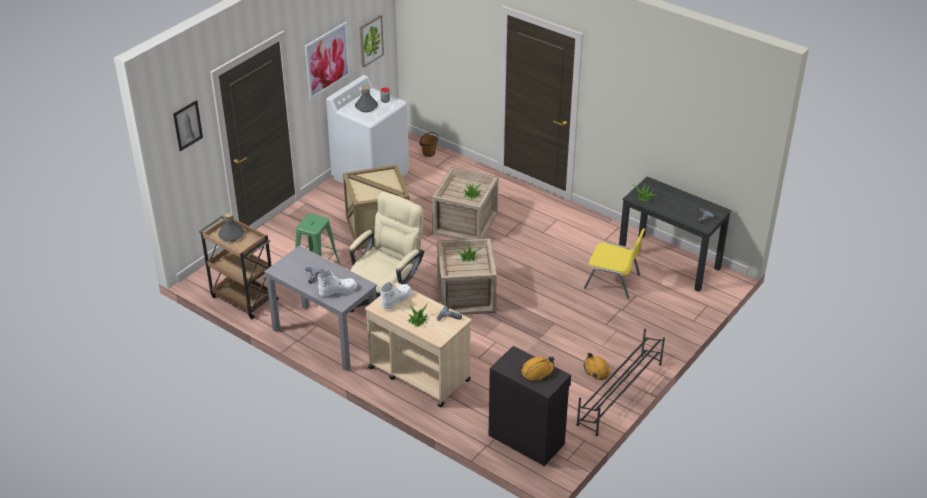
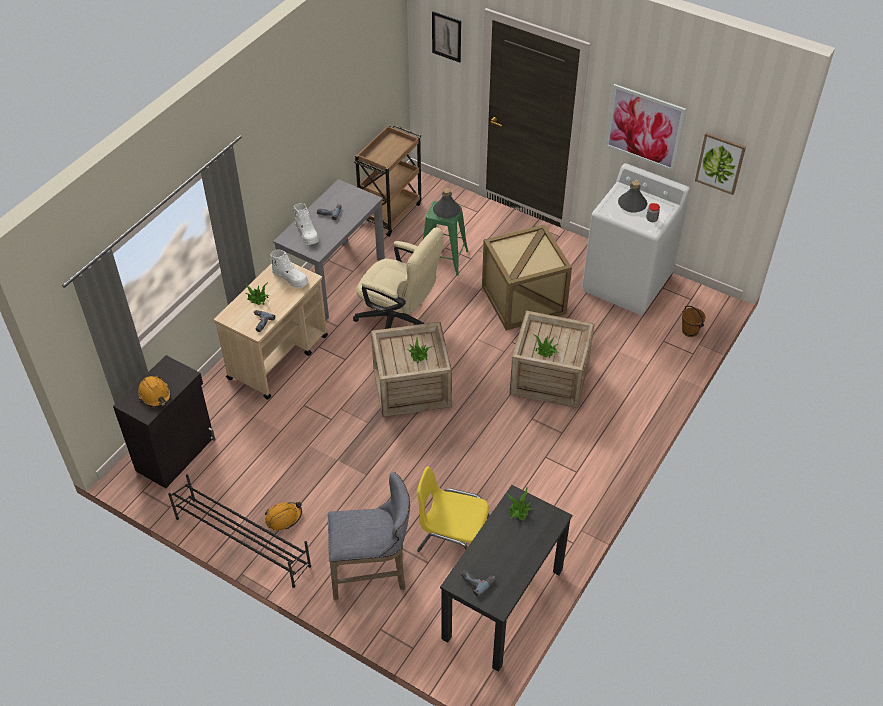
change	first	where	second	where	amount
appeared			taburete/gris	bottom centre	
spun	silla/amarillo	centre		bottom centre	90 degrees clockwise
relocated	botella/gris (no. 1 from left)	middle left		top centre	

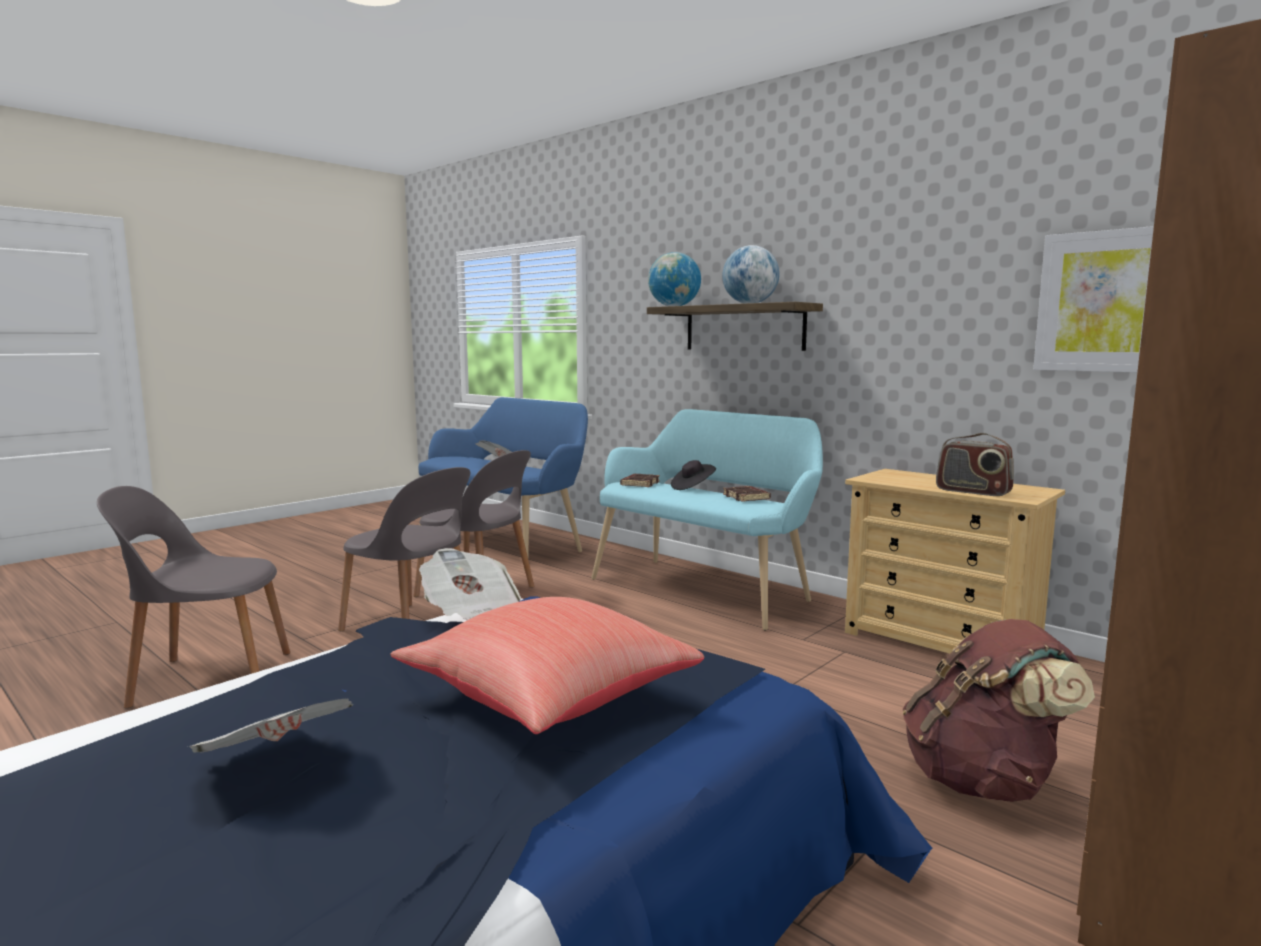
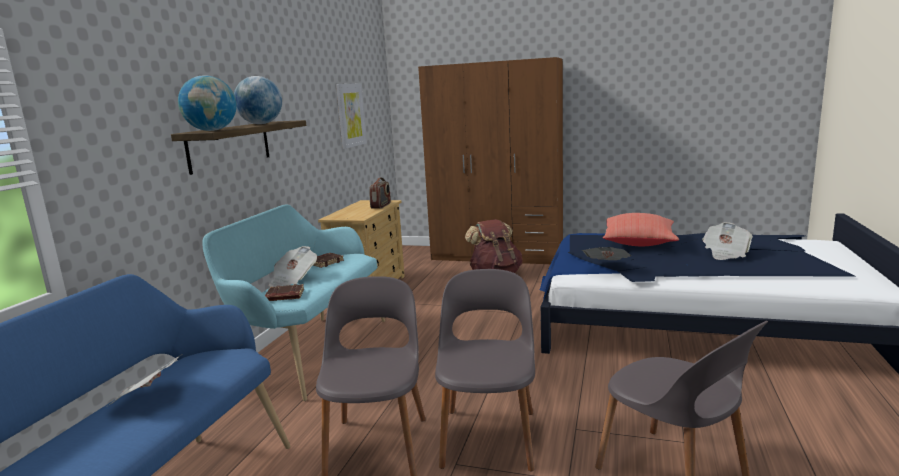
change	first	where	second	where	amount
exchanged	sombrero/negro	centre	periódico (no. 2 from left)	middle left	

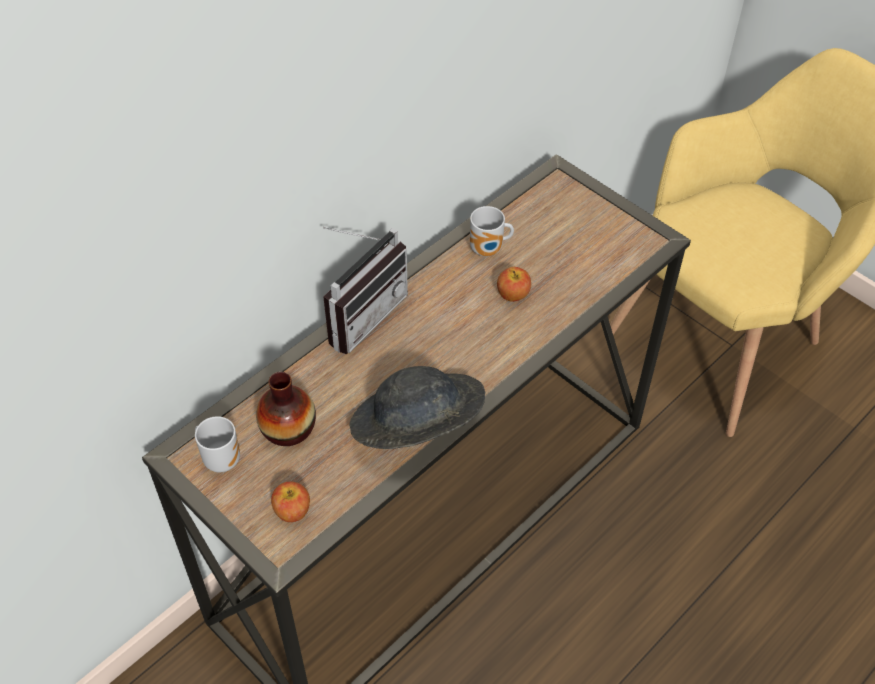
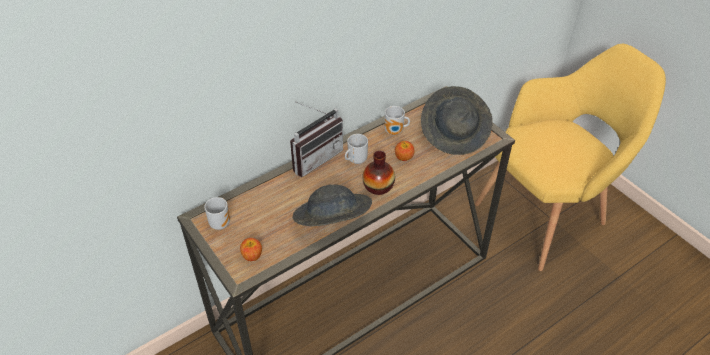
change	first	where	second	where	amount
appeared			taza grande (no. 2 from left)	centre	
relocated	florero	middle left		centre	
appeared			sombrero/gris (no. 2 from left)	centre	

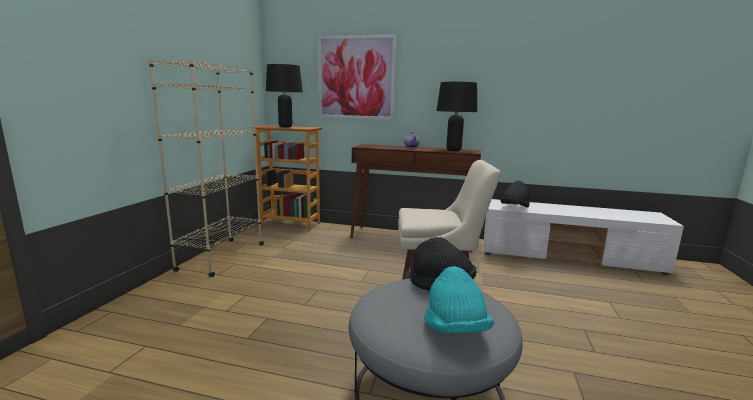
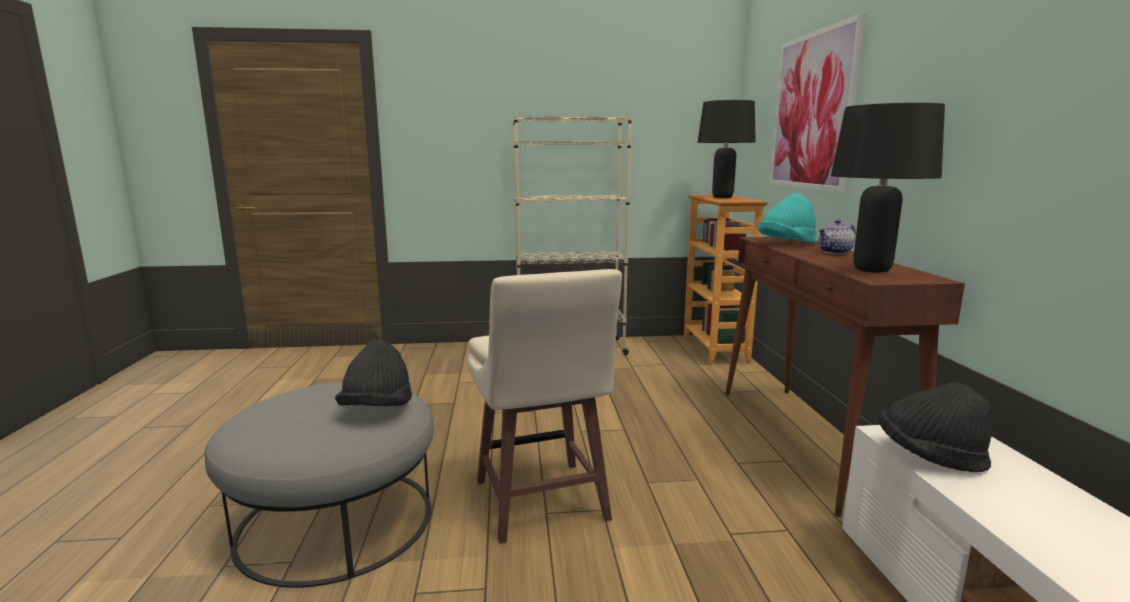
change	first	where	second	where	amount
relocated	sombrero/turquesa	bottom centre		middle right	

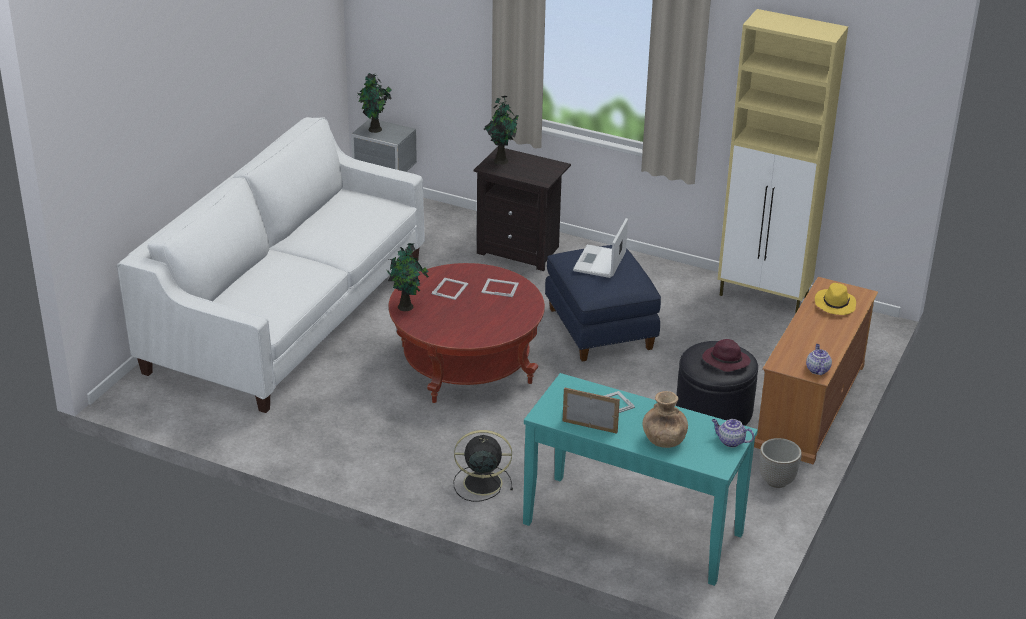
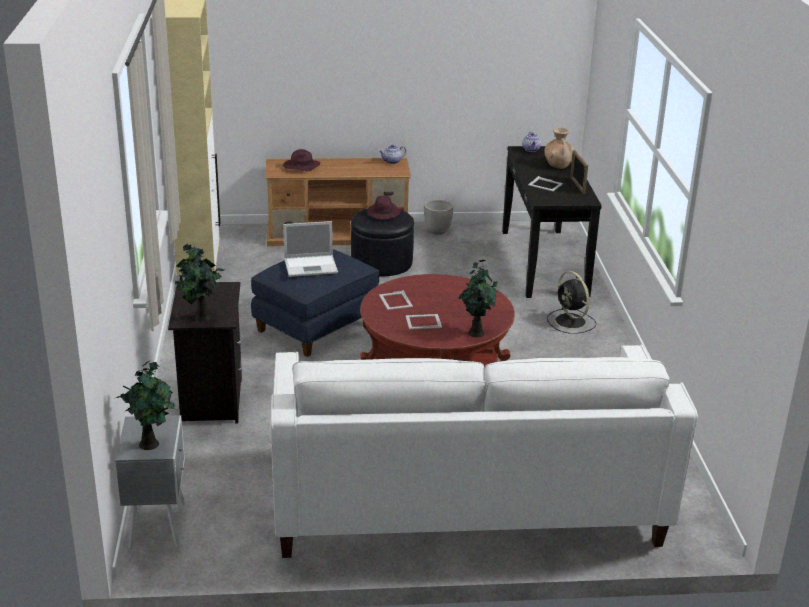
change	first	where	second	where	amount
colour	sombrero/amarillo	middle right	sombrero/morado (no. 1 from left)	top centre	
colour	mesa consola/turquesa	bottom centre	mesa consola/negro	middle right	

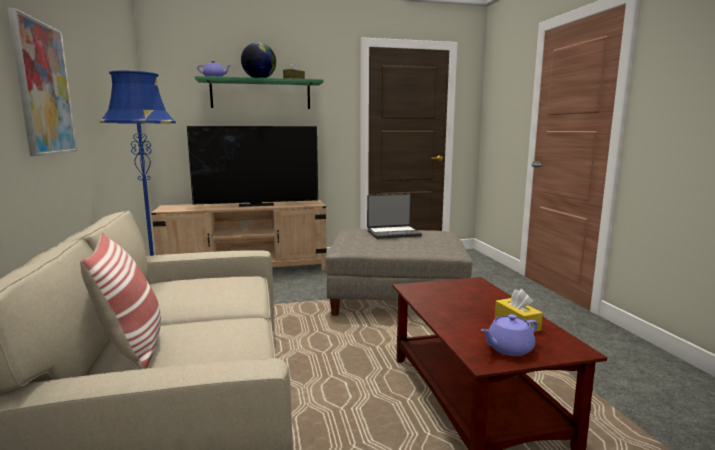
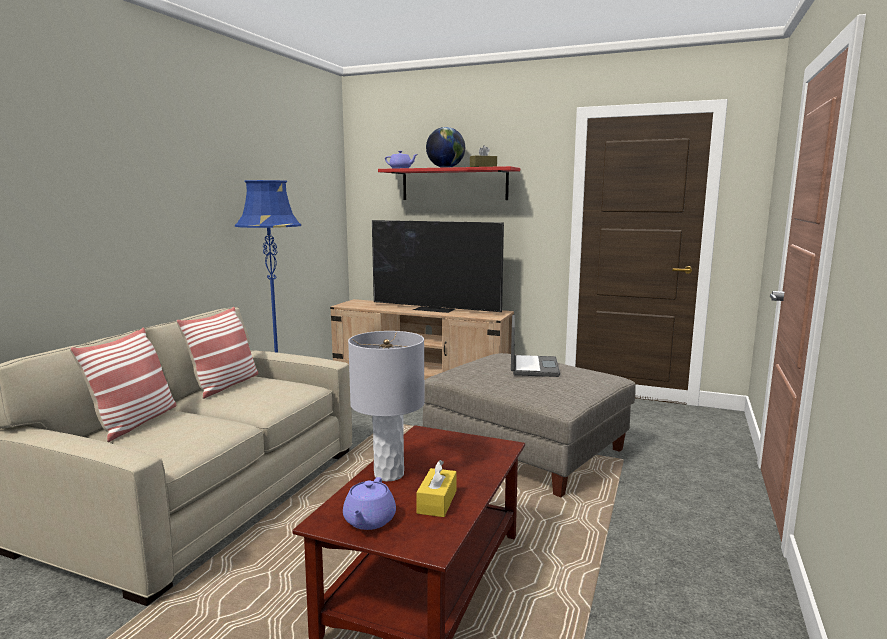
change	first	where	second	where	amount
appeared			cojín (no. 2 from left)	middle left	
spun	tetera/morado (no. 2 from left in the first image)	bottom right	tetera/morado (no. 1 from left)	bottom centre	90 degrees counterclockwise
appeared			lámpara de mesa/gris	centre	
colour	estante/verde	top centre	estante/rojo	top centre	
spun	portátil	centre		centre	105 degrees counterclockwise
missing	cuadro	top left			

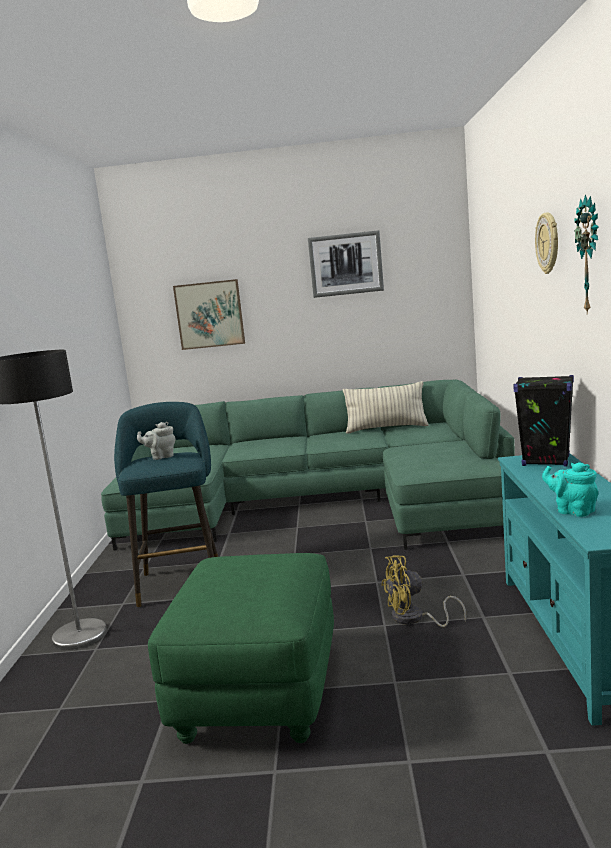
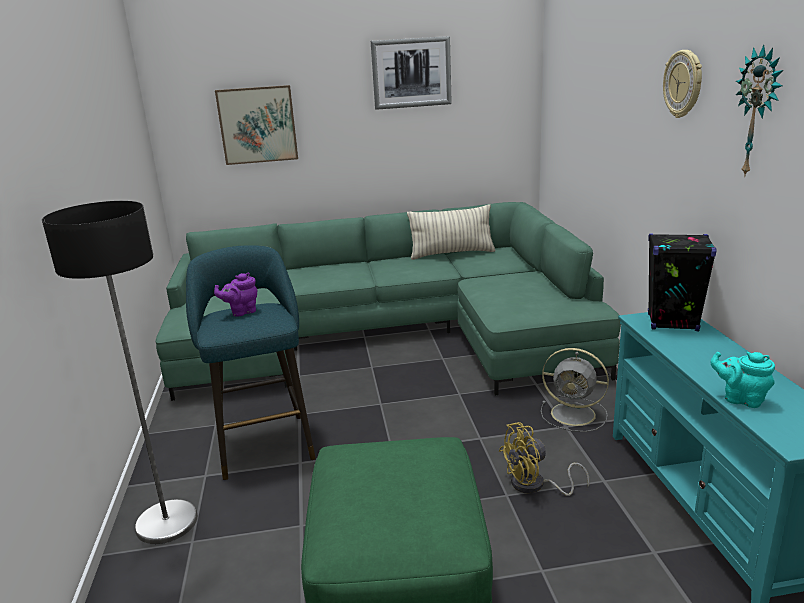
change	first	where	second	where	amount
colour	tetera/gris	middle left	tetera/morado	middle left	
appeared			ventilador/gris	middle right	

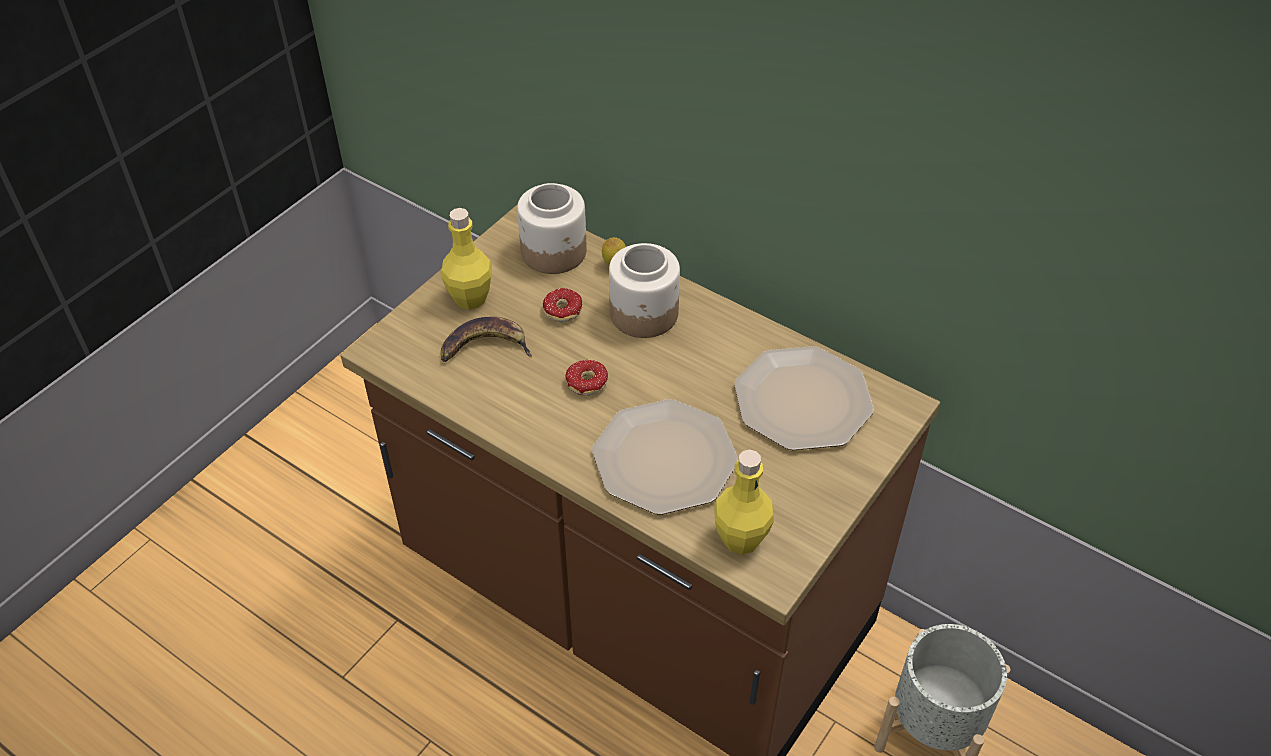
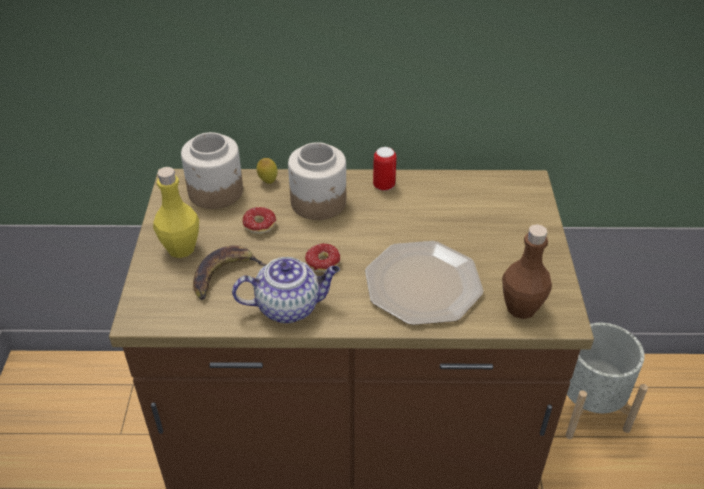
change	first	where	second	where	amount
appeared			tetera	centre	
appeared			lata	centre	
colour	botella/amarillo (no. 2 from left)	centre	botella/marrón	middle right	
missing	plato (no. 2 from left)	centre			

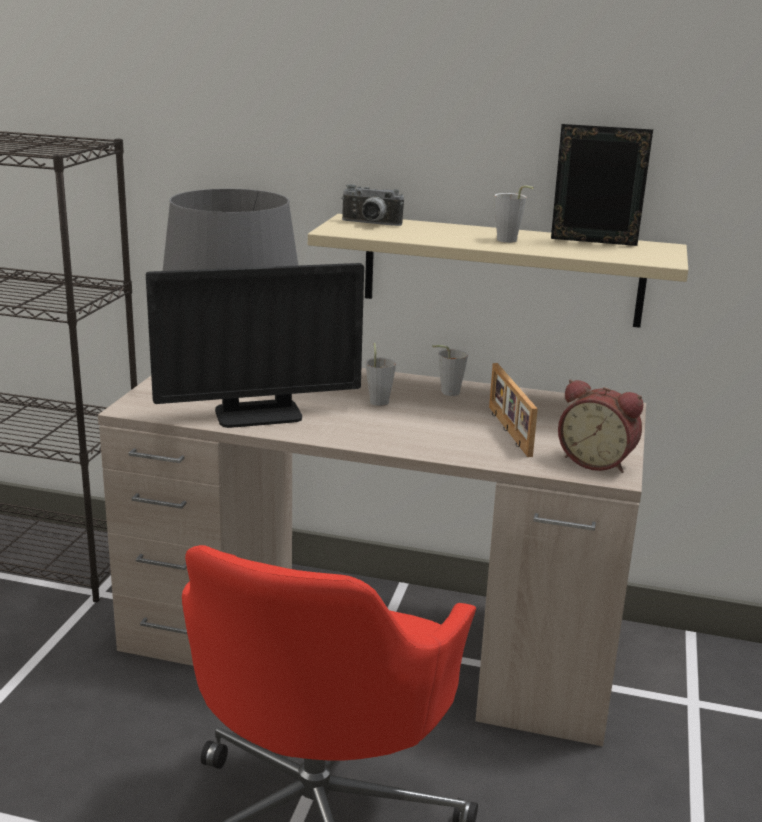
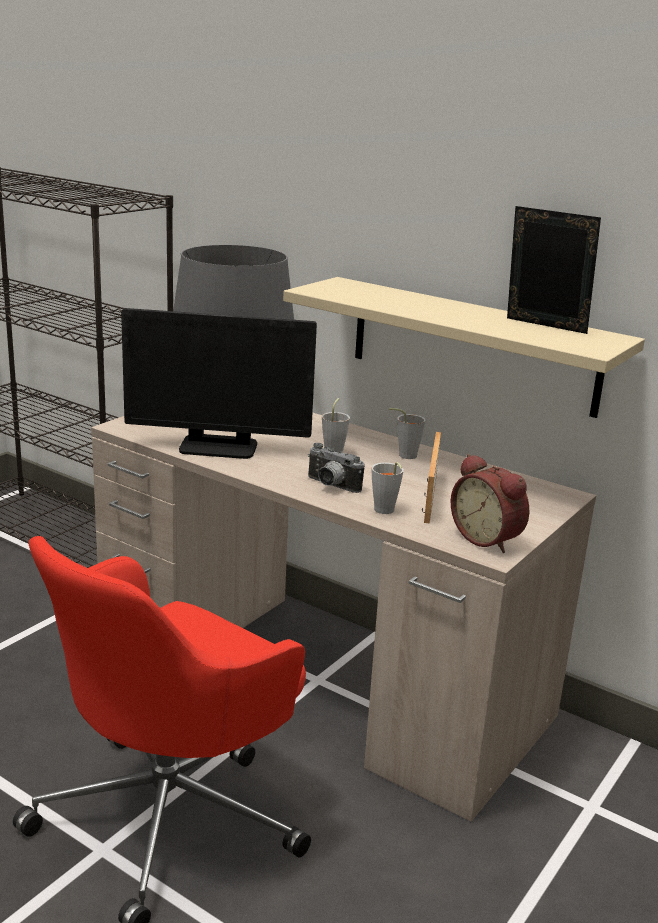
change	first	where	second	where	amount
relocated	cámara	top centre		centre	
relocated	taza/gris (no. 3 from left in the first image)	top right	taza/gris (no. 2 from left)	centre	

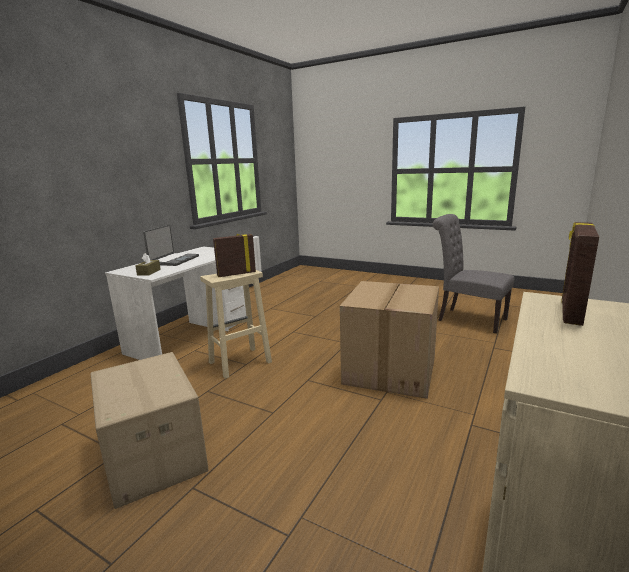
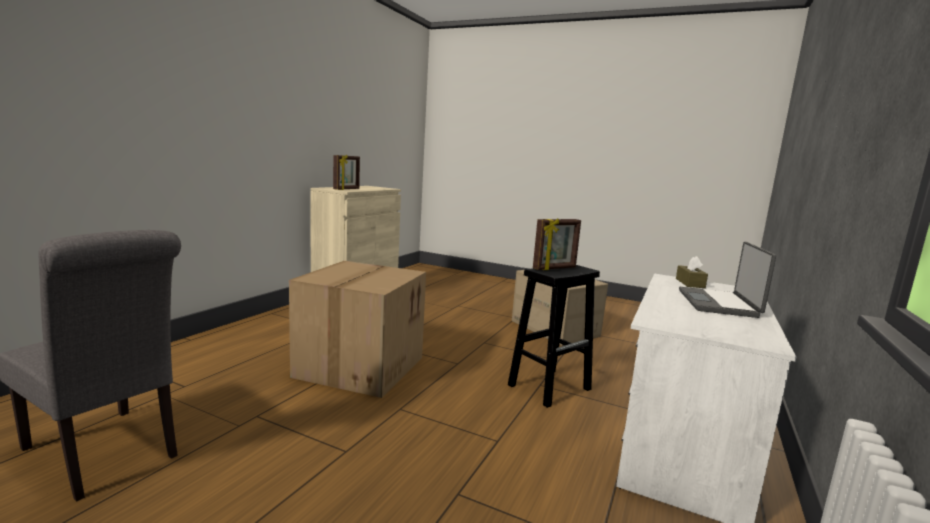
change	first	where	second	where	amount
colour	taburete/beis	centre	taburete/negro	centre	

